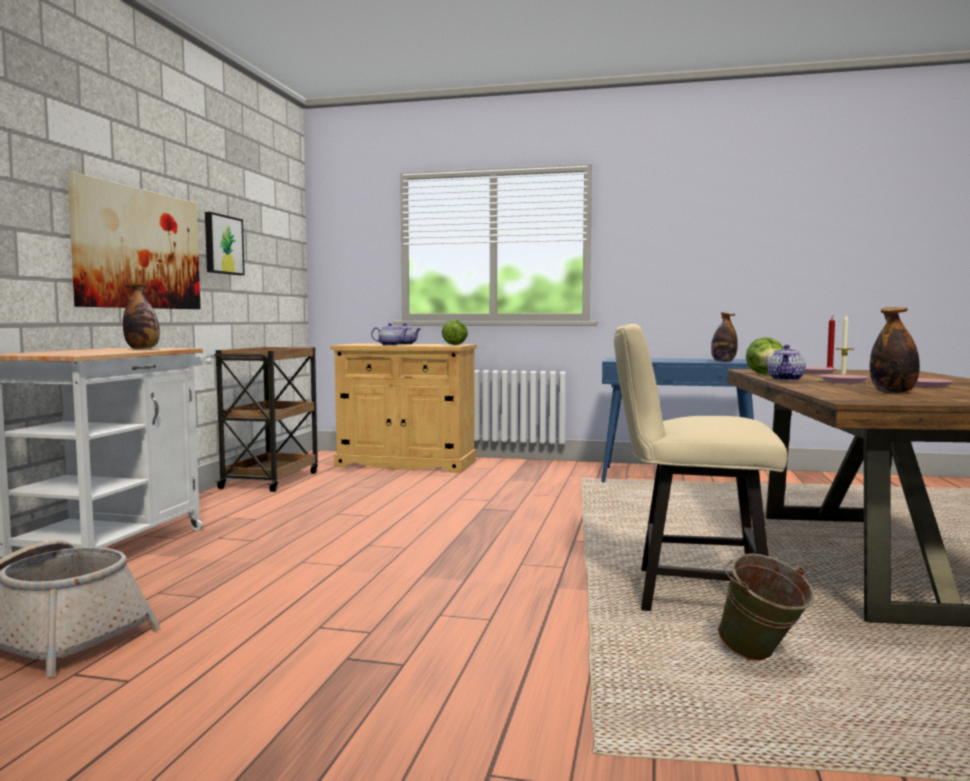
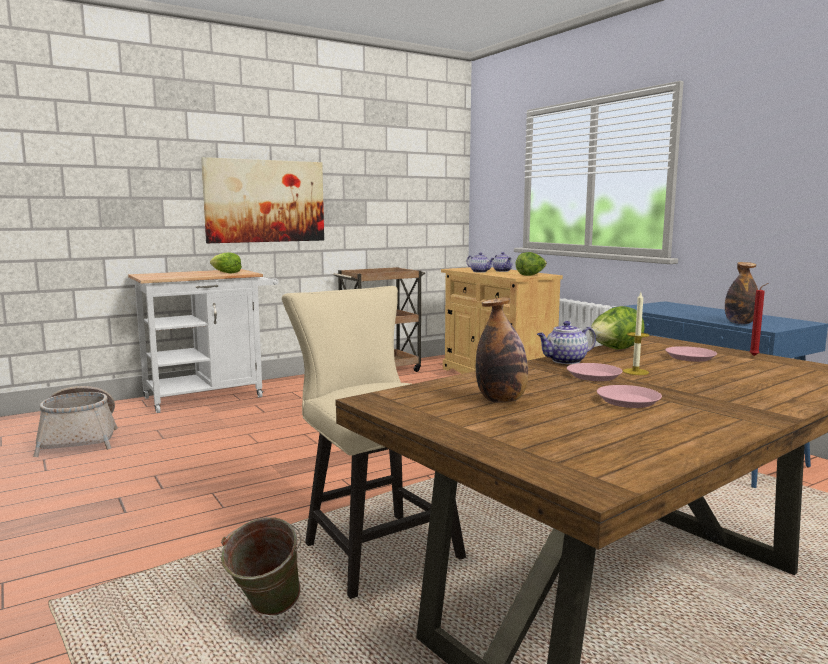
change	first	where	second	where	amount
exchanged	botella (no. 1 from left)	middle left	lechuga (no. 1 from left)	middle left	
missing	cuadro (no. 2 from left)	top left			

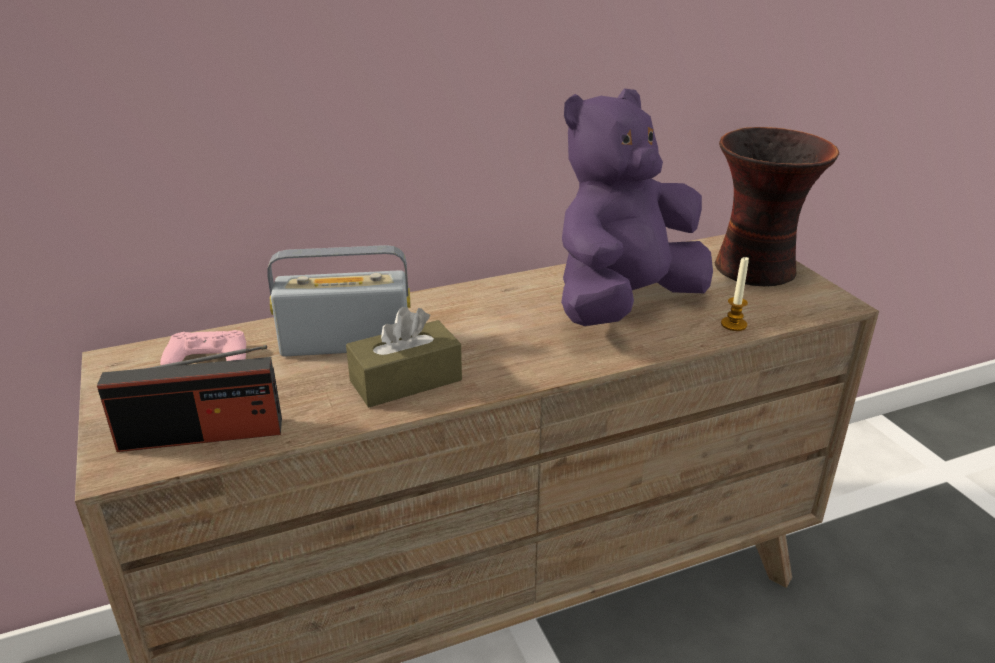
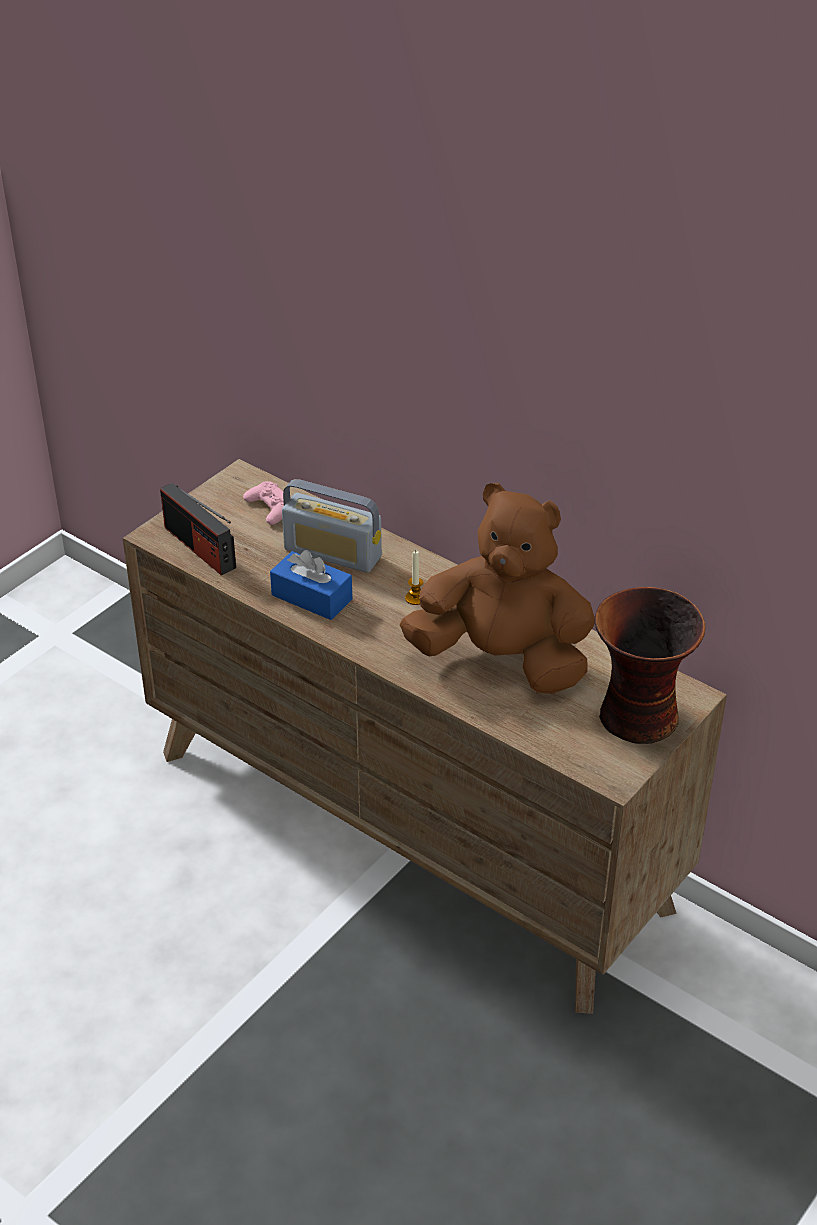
change	first	where	second	where	amount
colour	caja de pañuelos/marrón	centre	caja de pañuelos/azul	centre	
spun	radio (no. 2 from left)	centre		centre	150 degrees clockwise
colour	peluche/morado	top centre	peluche/marrón	centre	
relocated	vela	middle right		centre	

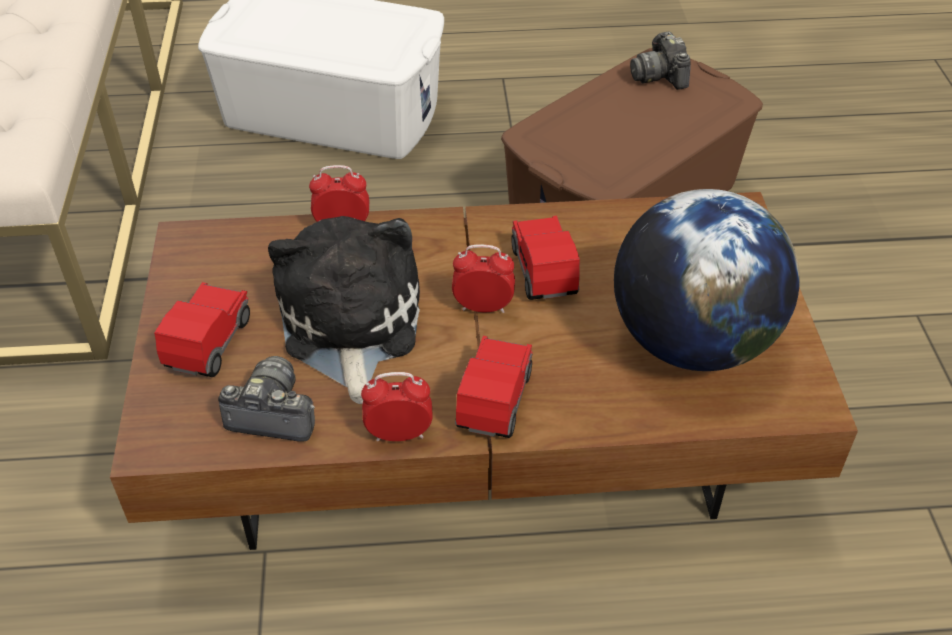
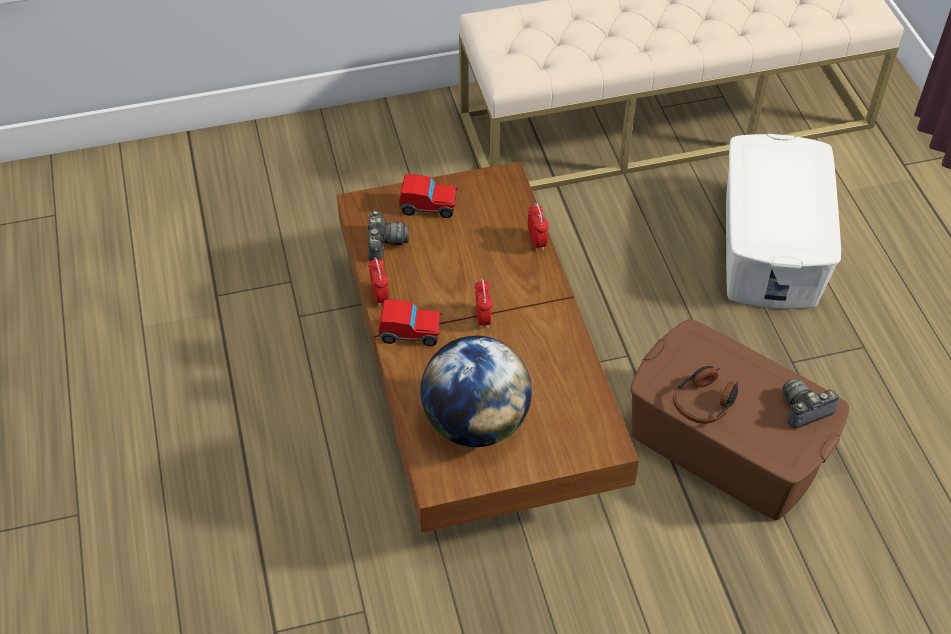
change	first	where	second	where	amount
appeared			auriculares	middle right	
missing	peluche	centre			
missing	coche de juguete (no. 3 from left)	centre			

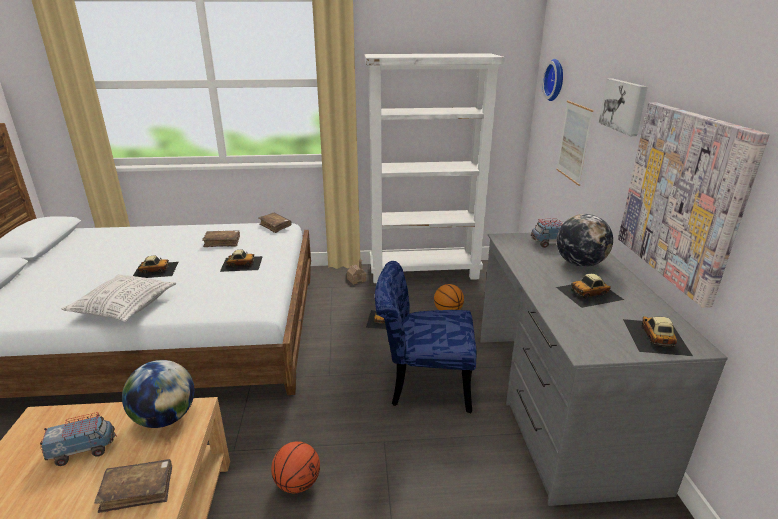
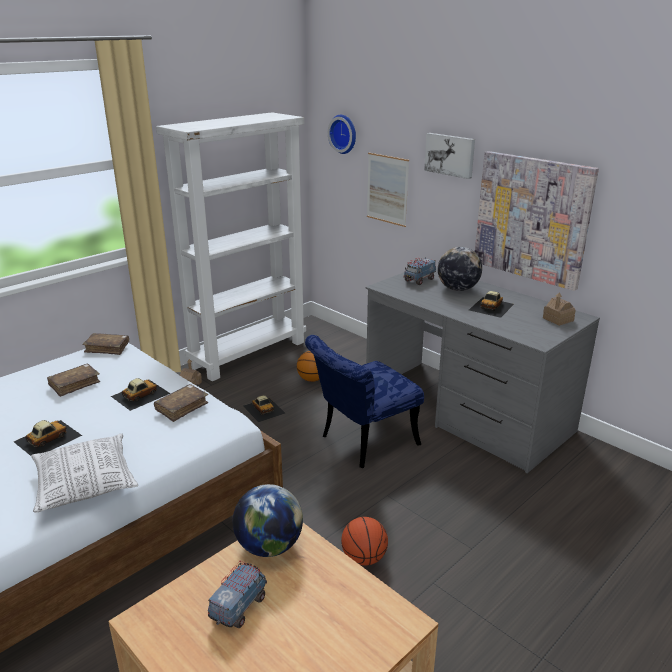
change	first	where	second	where	amount
relocated	libro/marrón (no. 1 from left in the first image)	bottom left	libro/marrón (no. 3 from left)	middle left	
exchanged	coche de juguete (no. 5 from left)	middle right	casita (no. 2 from left)	middle right	

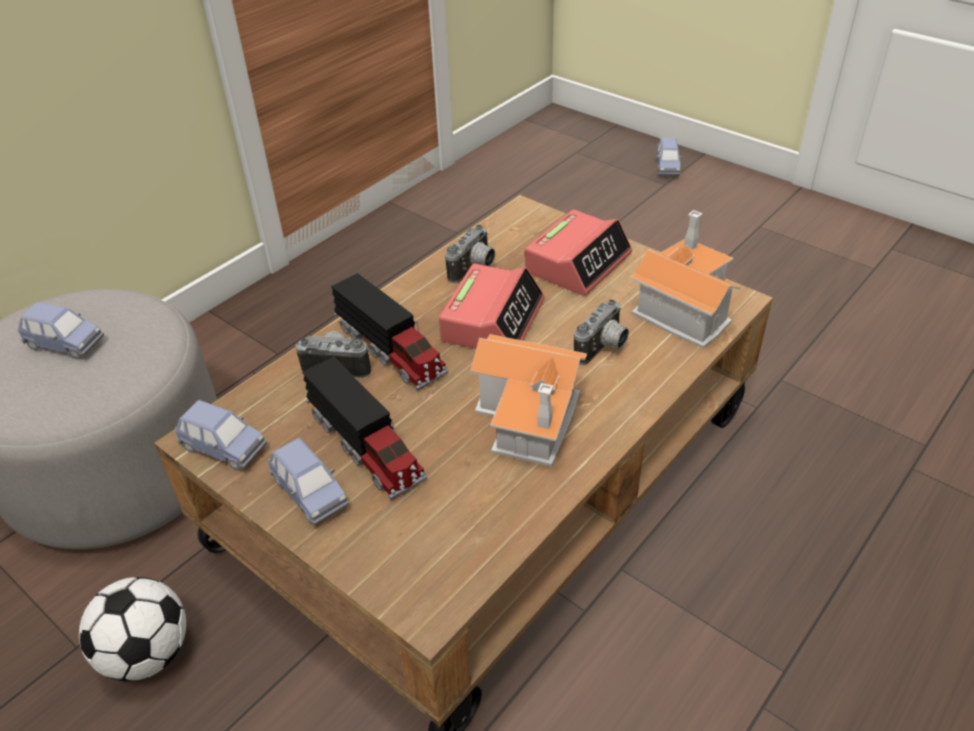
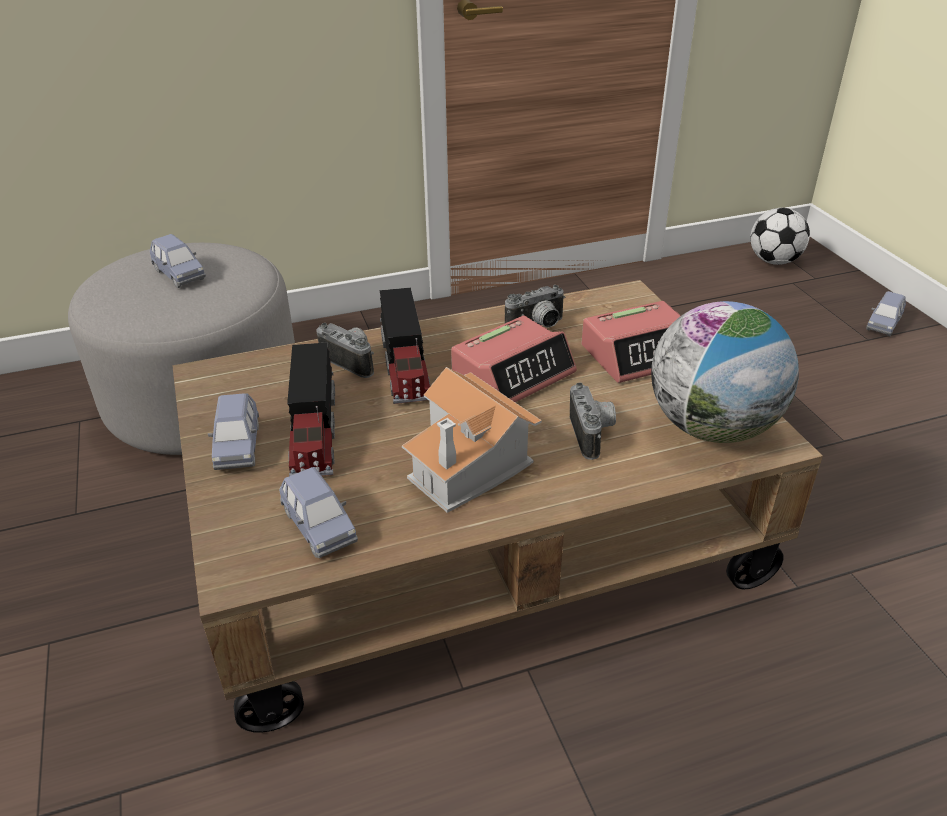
change	first	where	second	where	amount
relocated	coche de juguete/azul (no. 2 from left in the first image)	middle left	coche de juguete/azul (no. 3 from left)	centre	
spun	cámara (no. 3 from left)	centre		centre	75 degrees counterclockwise
exchanged	casita (no. 2 from left)	middle right	globo terráqueo	middle right	
relocated	balón de fútbol	bottom left		top right	

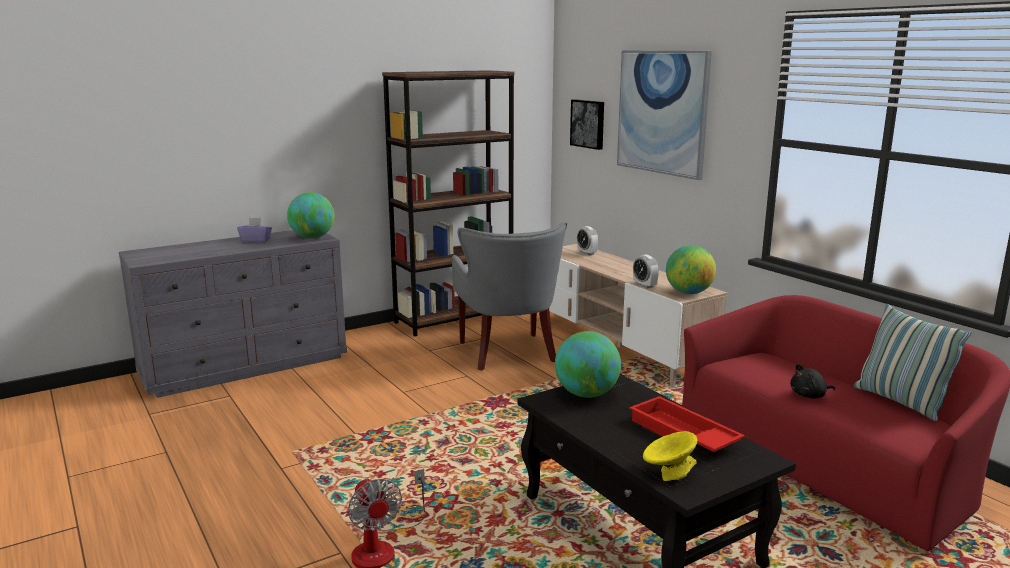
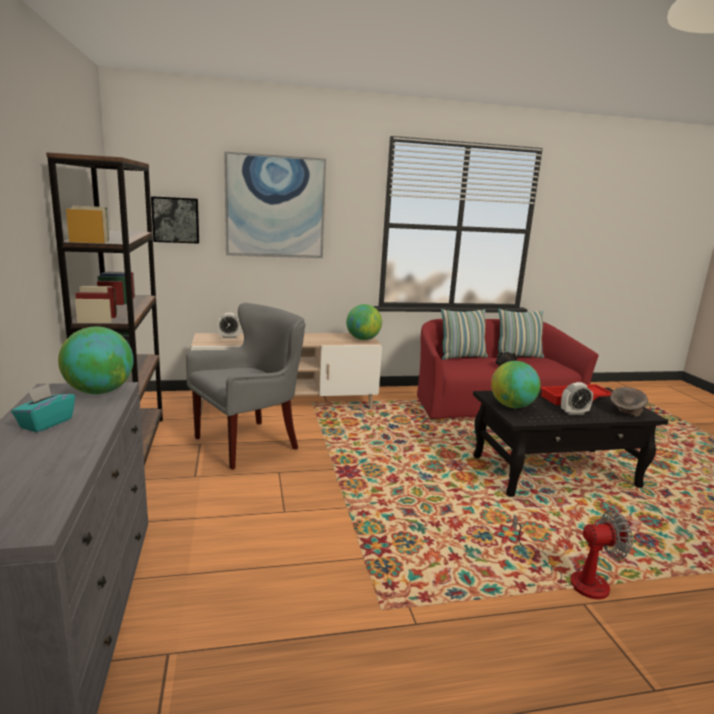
change	first	where	second	where	amount
colour	caja de pañuelos/morado	middle left	caja de pañuelos/turquesa	middle left	
spun	sillón/gris	centre		centre	45 degrees counterclockwise
appeared			cojín (no. 1 from left)	centre	
relocated	despertador (no. 2 from left)	centre		middle right	
colour	cuenco/amarillo	bottom centre	cuenco/gris	middle right	

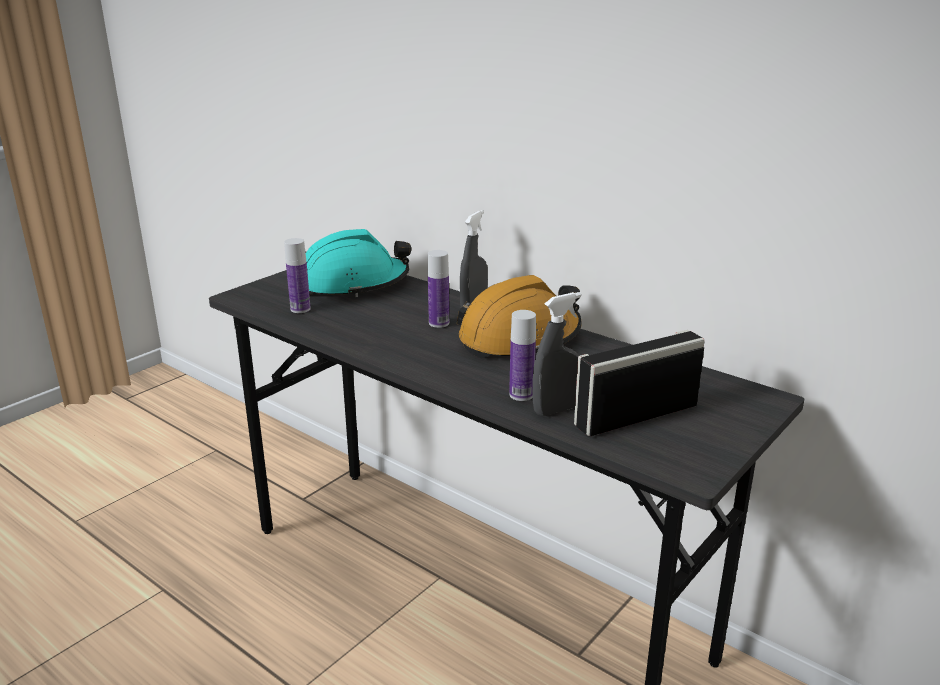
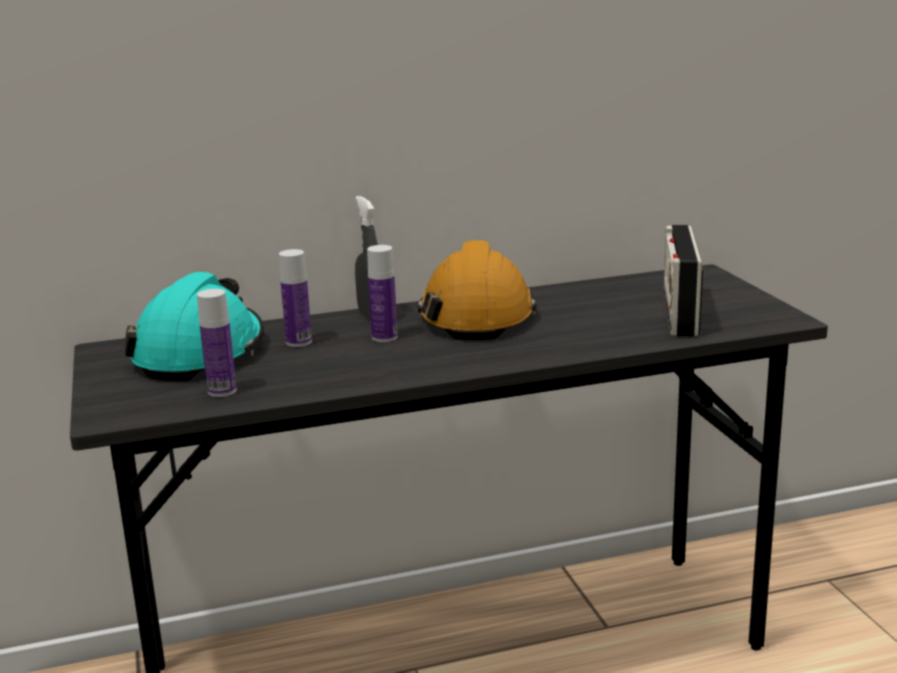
change	first	where	second	where	amount
relocated	botella (no. 3 from left in the first image)	centre	botella (no. 2 from left)	middle left	
missing	pulverizador/gris (no. 2 from left)	centre			

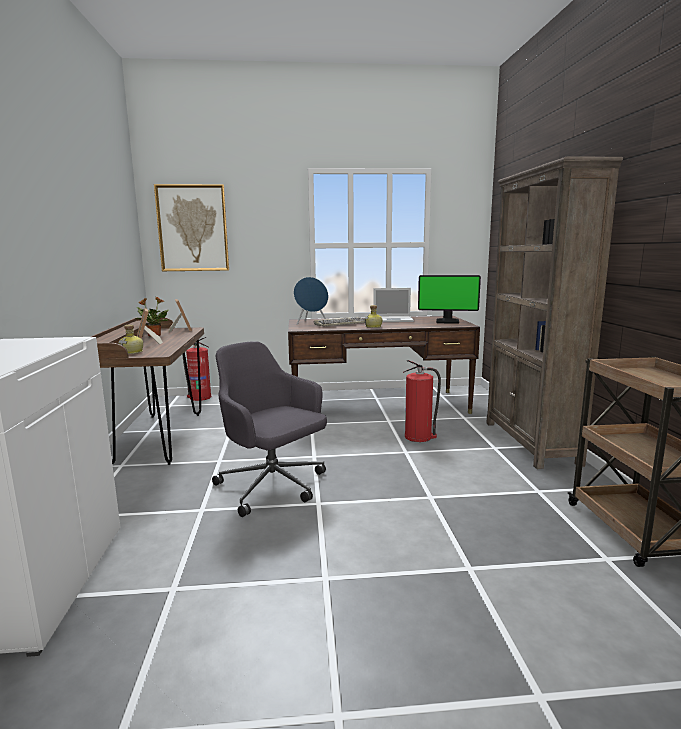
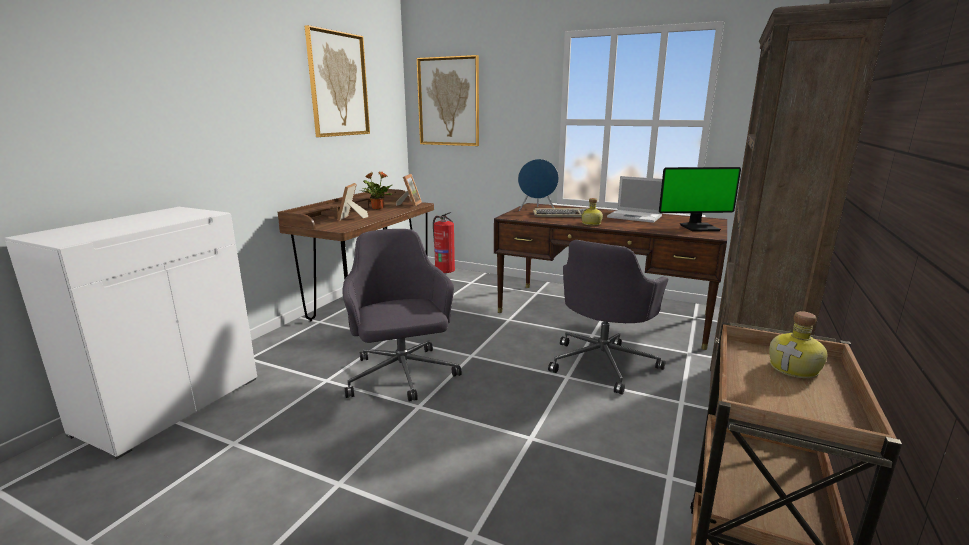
change	first	where	second	where	amount
appeared			cuadro (no. 1 from left)	top centre	
exchanged	extintor (no. 2 from left)	centre	silla de oficina/gris (no. 2 from left)	centre	
spun	monitor	centre		middle right	45 degrees counterclockwise
relocated	botella (no. 1 from left in the first image)	middle left	botella (no. 2 from left)	middle right	

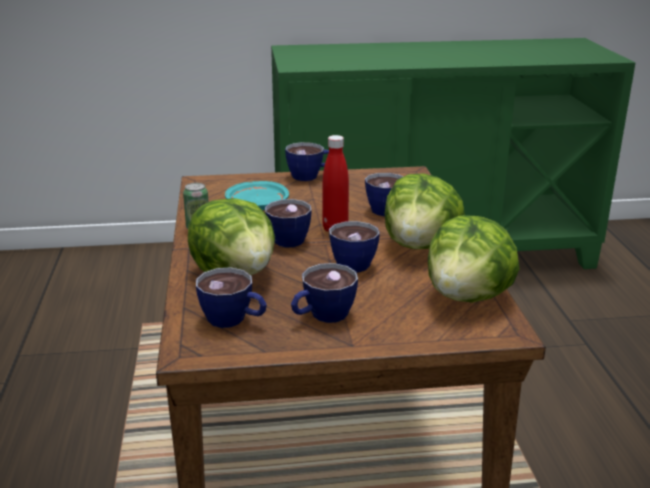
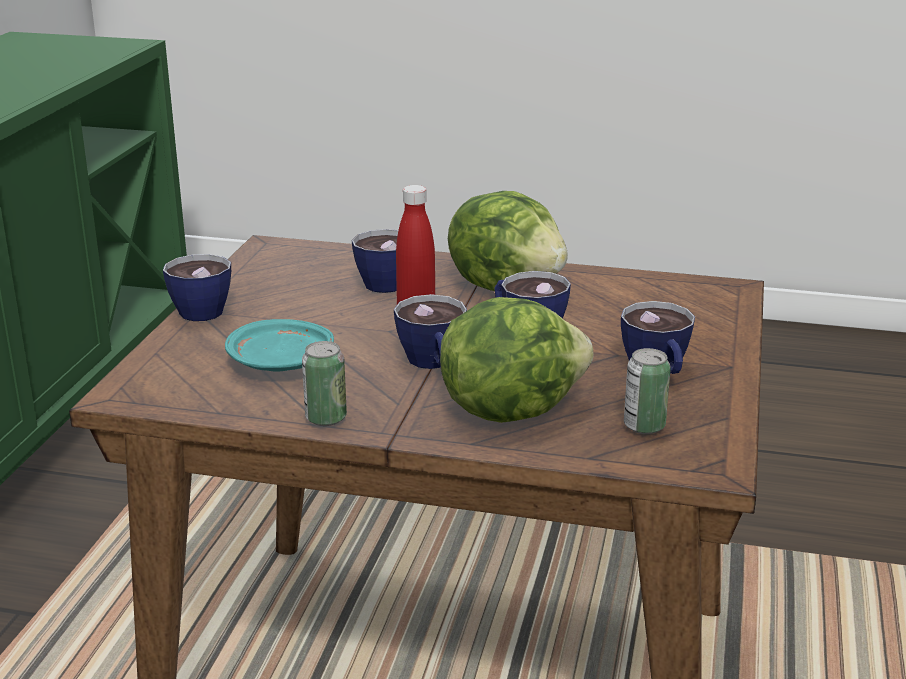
change	first	where	second	where	amount
exchanged	taza (no. 1 from left)	centre	lata (no. 2 from left)	middle right	
missing	lechuga (no. 3 from left)	middle right			

